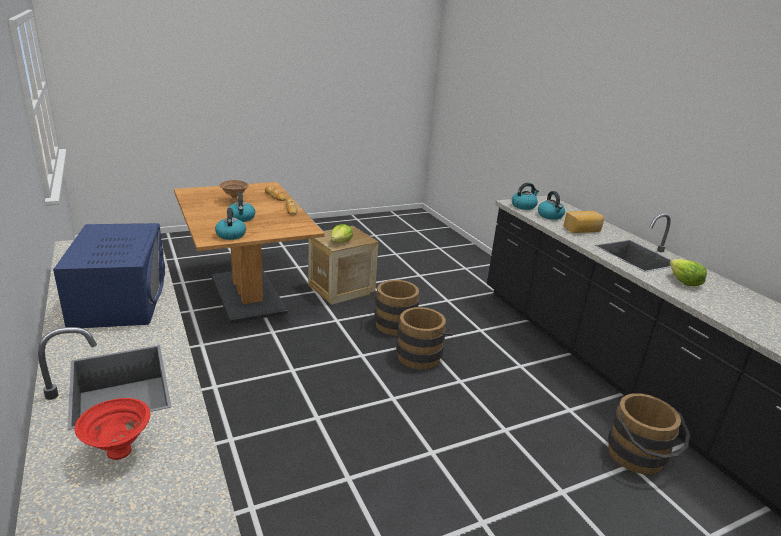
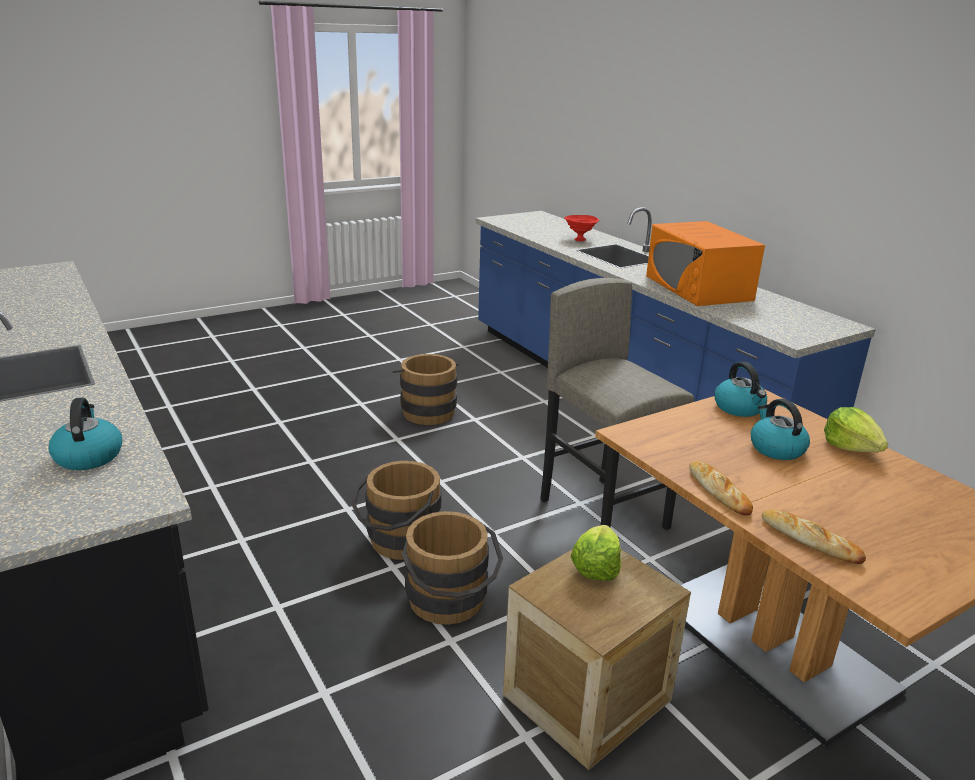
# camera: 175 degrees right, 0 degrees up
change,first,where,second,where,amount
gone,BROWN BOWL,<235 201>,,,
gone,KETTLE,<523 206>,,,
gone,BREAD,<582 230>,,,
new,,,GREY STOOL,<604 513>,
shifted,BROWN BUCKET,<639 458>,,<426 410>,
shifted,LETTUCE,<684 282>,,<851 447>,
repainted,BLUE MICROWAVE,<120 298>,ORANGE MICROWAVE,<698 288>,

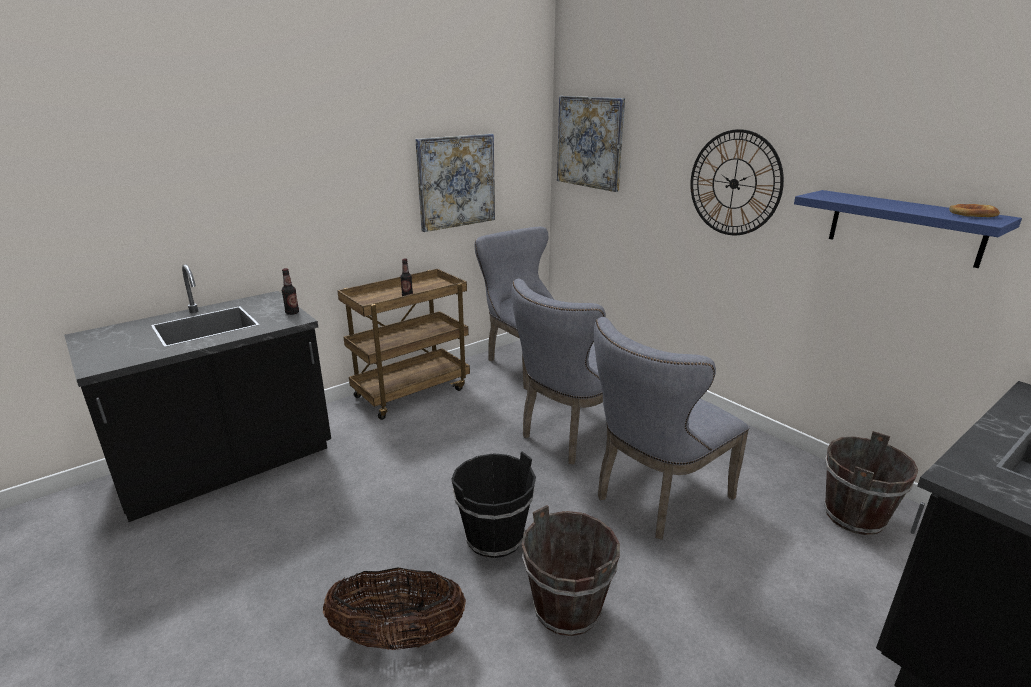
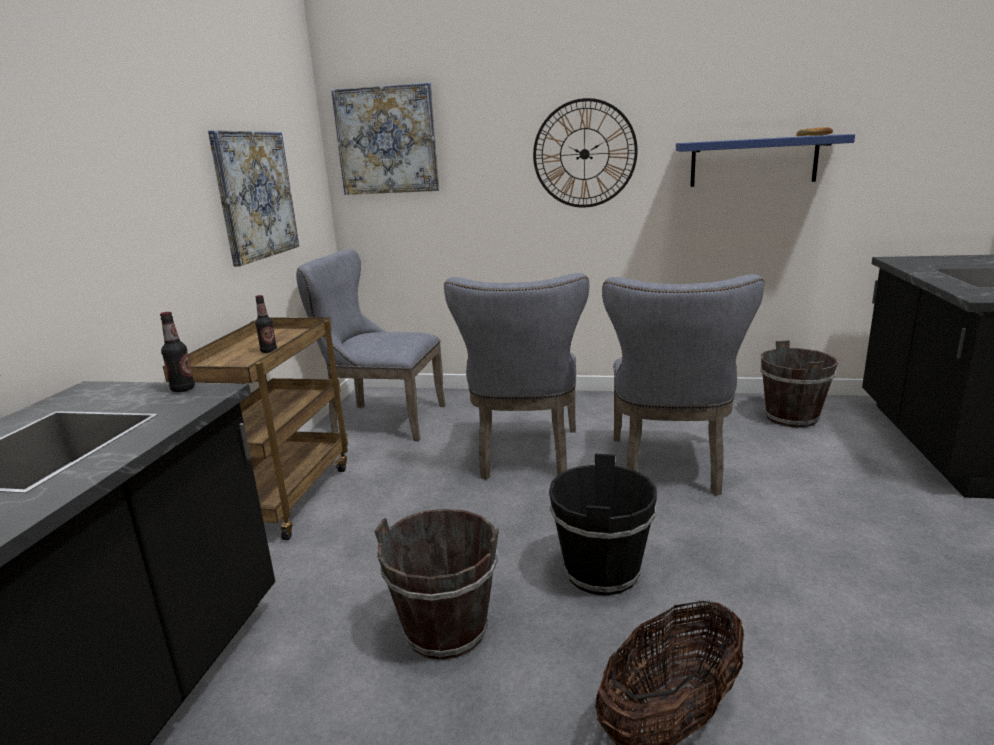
# camera: 40 degrees left, 5 degrees down
change,first,where,second,where,amount
shifted,BROWN BUCKET,<567 608>,,<446 629>,

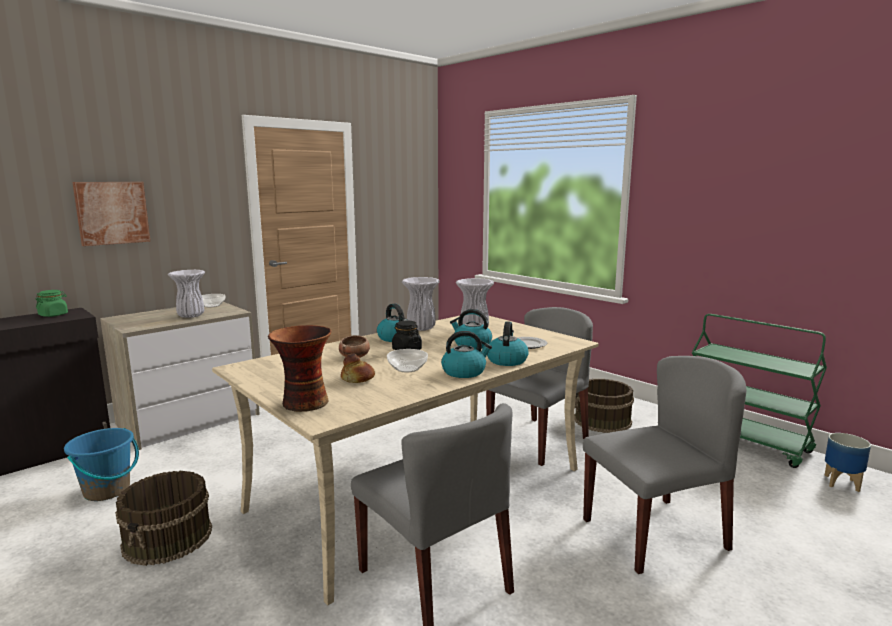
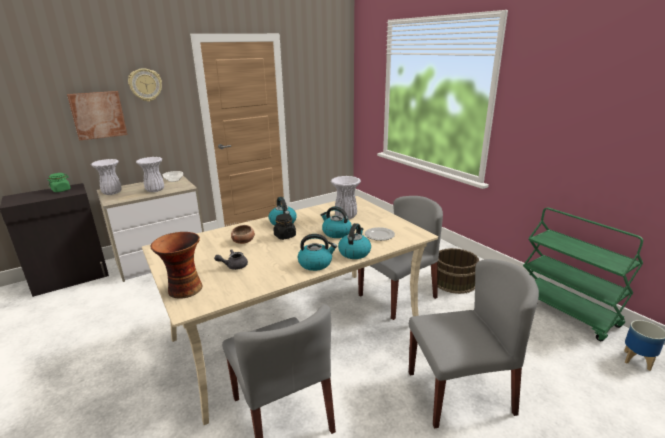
# camera: 10 degrees right, 10 degrees up
change,first,where,second,where,amount
gone,BLUE BUCKET,<107 490>,,,
gone,BROWN BUCKET,<168 538>,,,
gone,BOWL,<408 369>,,,
new,,,WALL CLOCK,<145 85>,
shifted,WHITE VASE,<421 328>,,<112 193>,
swapped,BREAD,<357 379>,GREY TEAPOT,<233 266>,

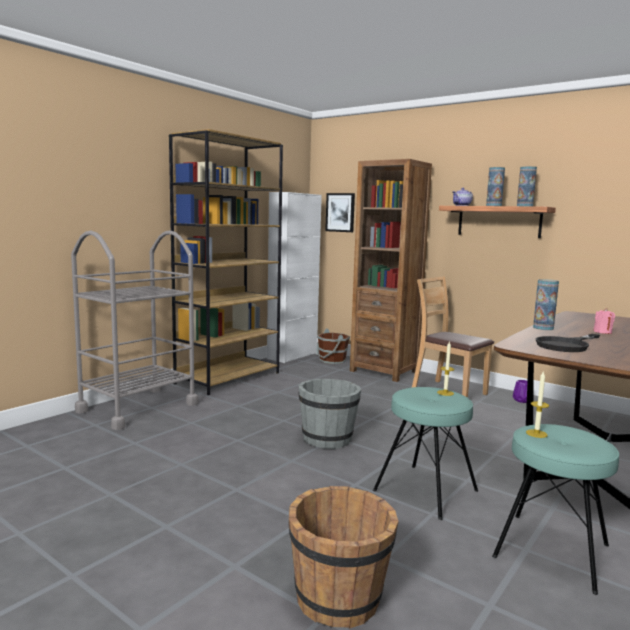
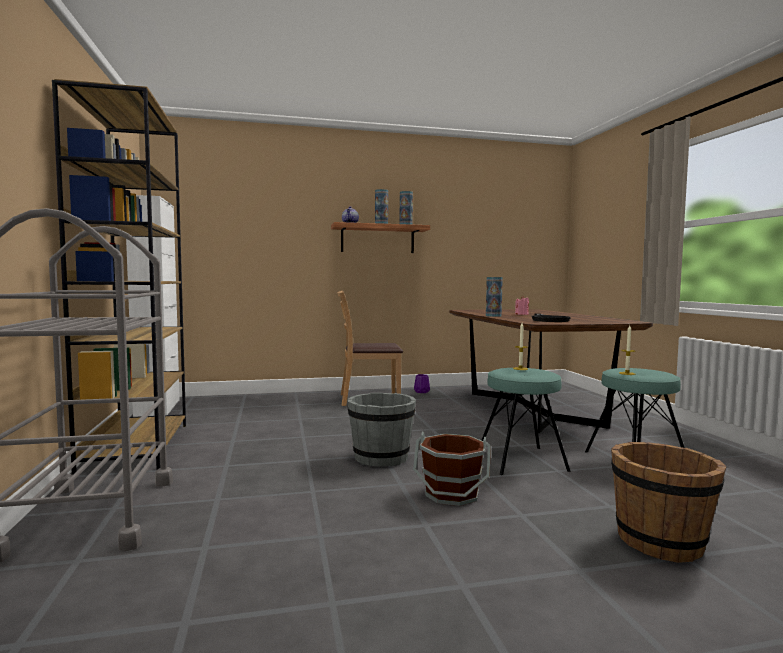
# camera: 50 degrees left, 5 degrees down
change,first,where,second,where,amount
gone,PICTURE,<340 212>,,,
gone,BROWN BOOKCASE,<384 371>,,,
shifted,BROWN BUCKET,<332 360>,,<452 494>,

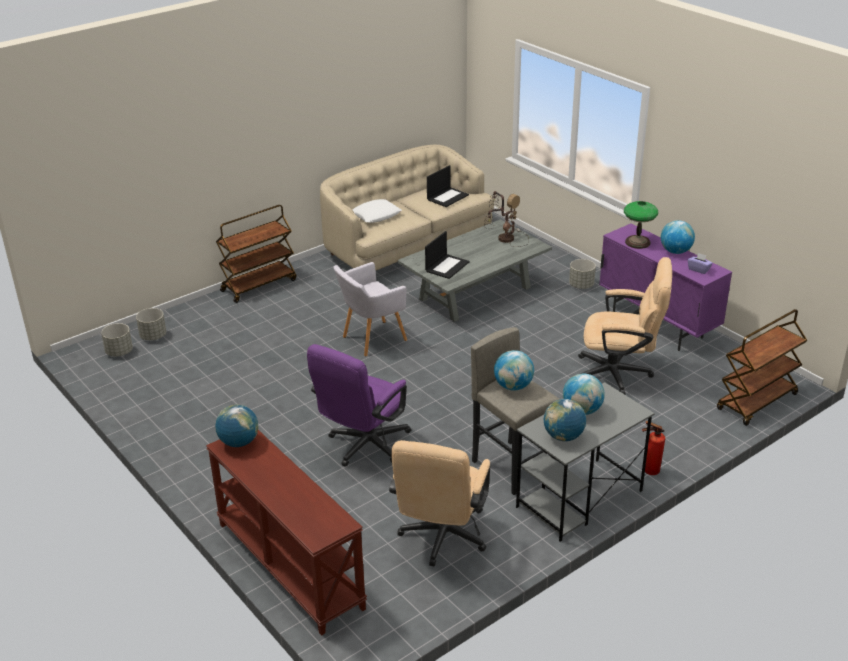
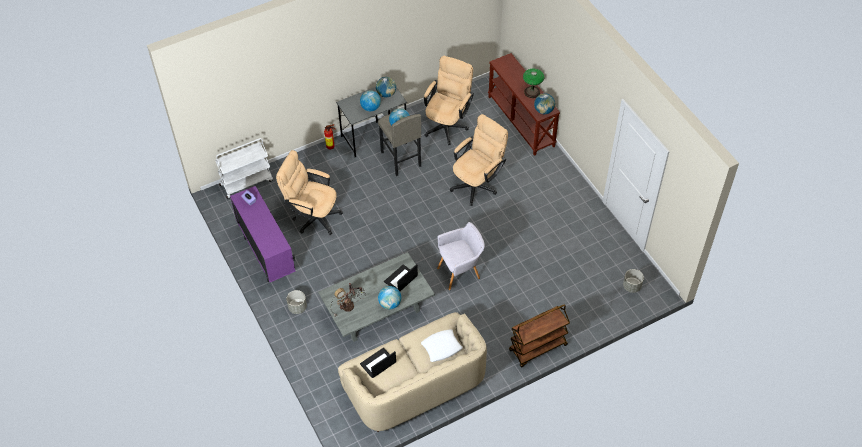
# camera: 170 degrees left, 20 degrees up
change,first,where,second,where,amount
gone,GREY PLANTER,<153 336>,,,
shifted,TABLE LAMP,<637 242>,,<532 92>,
shifted,GLOBE,<675 251>,,<390 304>,
repainted,PURPLE OFFICE CHAIR,<364 447>,BEIGE OFFICE CHAIR,<477 183>,
repainted,BROWN CART,<757 402>,WHITE CART,<246 182>,

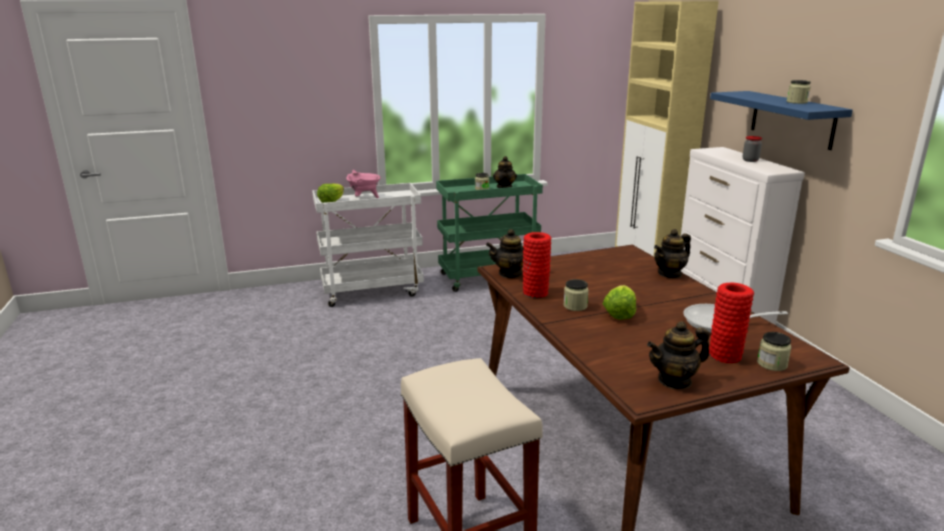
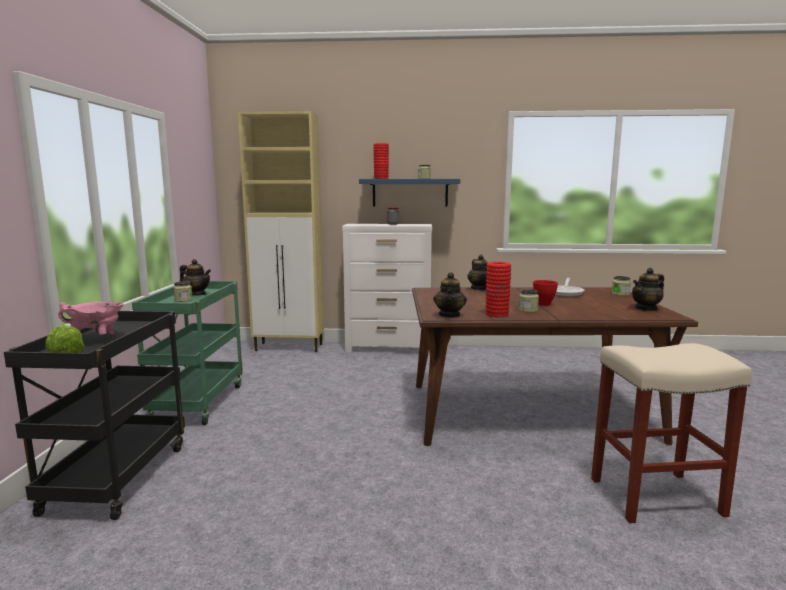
# camera: 70 degrees left, 10 degrees down
change,first,where,second,where,amount
shifted,RED VASE,<725 355>,,<381 178>,
swapped,LETTUCE,<619 313>,RED BOWL,<544 304>,
repainted,WHITE CART,<372 290>,BLACK CART,<117 476>,
rotated,TEAPOT,<675 380>,,<646 309>,60 degrees clockwise

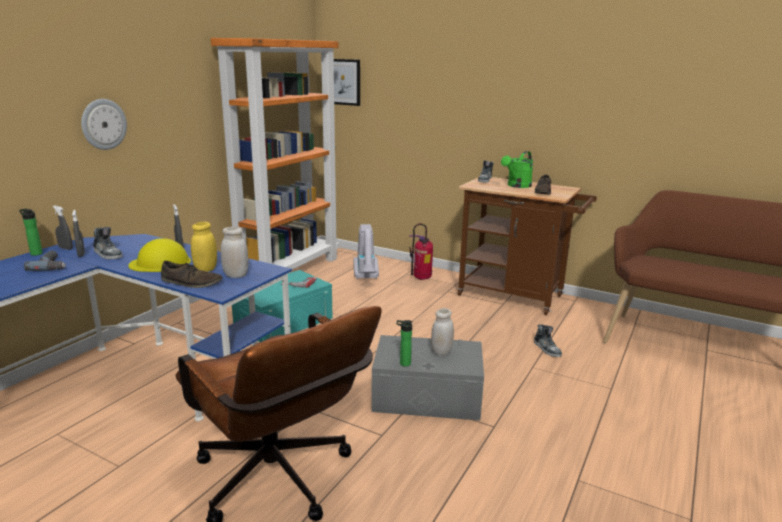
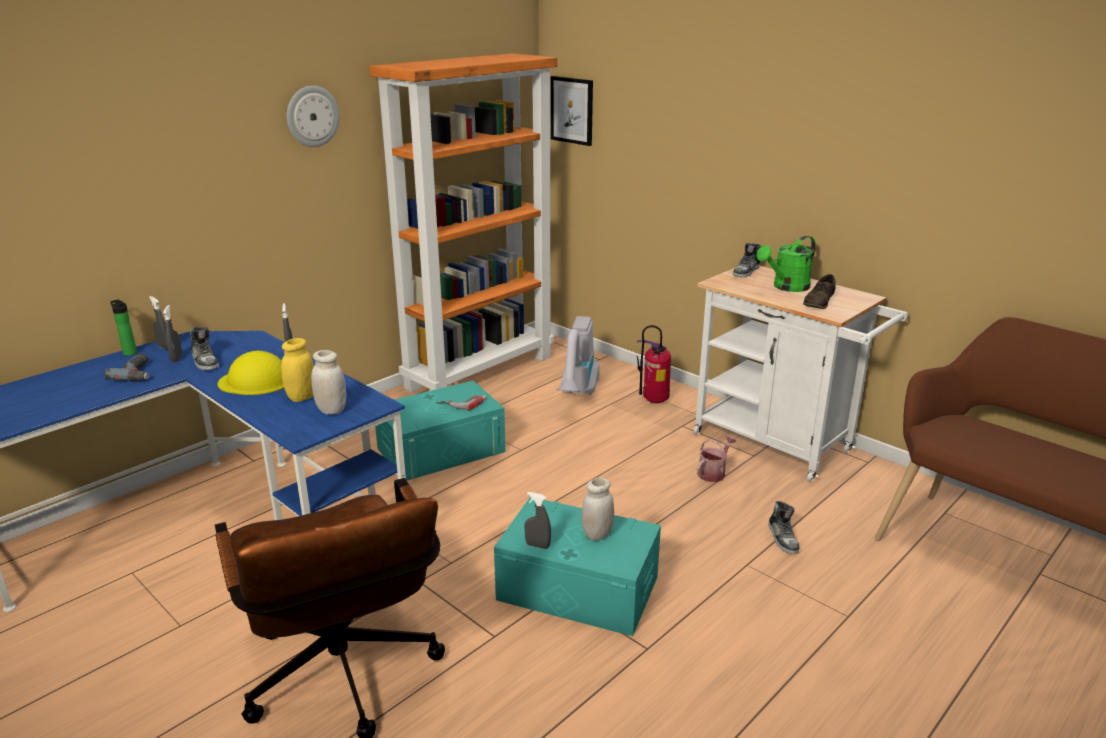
# camera: 15 degrees right, 5 degrees up
change,first,where,second,where,amount
gone,BROWN SHOE,<191 282>,,,
new,,,WATERING CAN,<713 473>,
shifted,WALL CLOCK,<103 124>,,<312 116>,
swapped,BOTTLE,<403 363>,GREY SPRAY BOTTLE,<537 546>,
repainted,GREY STORAGE BOX,<427 396>,TURQUOISE STORAGE BOX,<577 588>,
repainted,BROWN CART,<517 296>,WHITE CART,<780 445>,

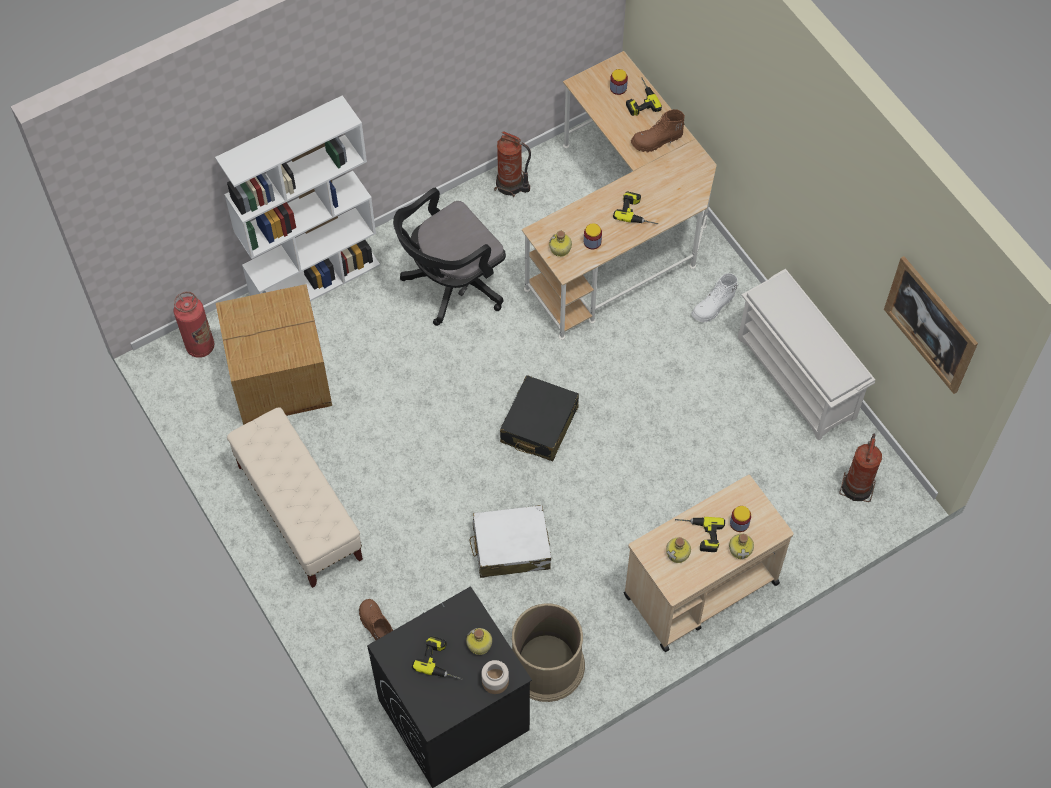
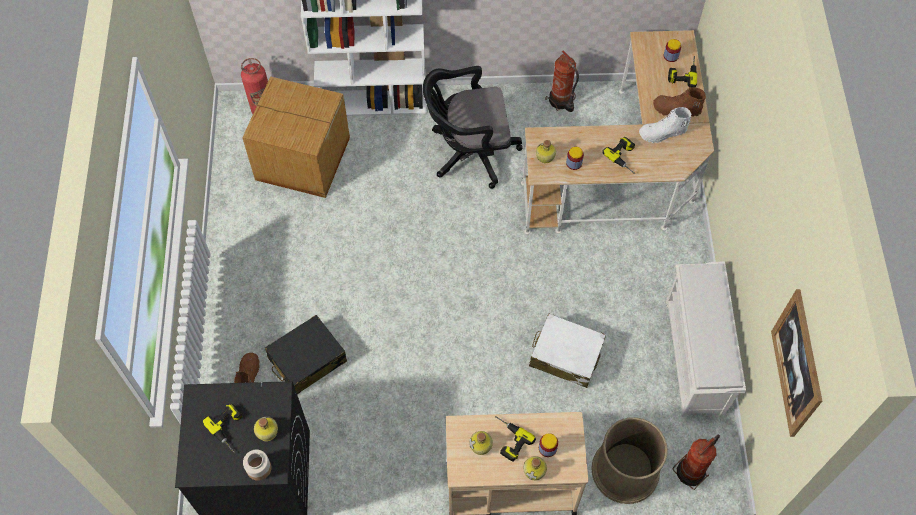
# camera: 30 degrees right, 0 degrees up
change,first,where,second,where,amount
gone,BEIGE BENCH,<299 512>,,,
shifted,WHITE SUITCASE,<511 547>,,<565 355>,
shifted,BLACK SUITCASE,<539 425>,,<307 360>,
shifted,BROWN TRASH CAN,<546 665>,,<625 470>,
shifted,WHITE BOOT,<713 307>,,<662 133>,

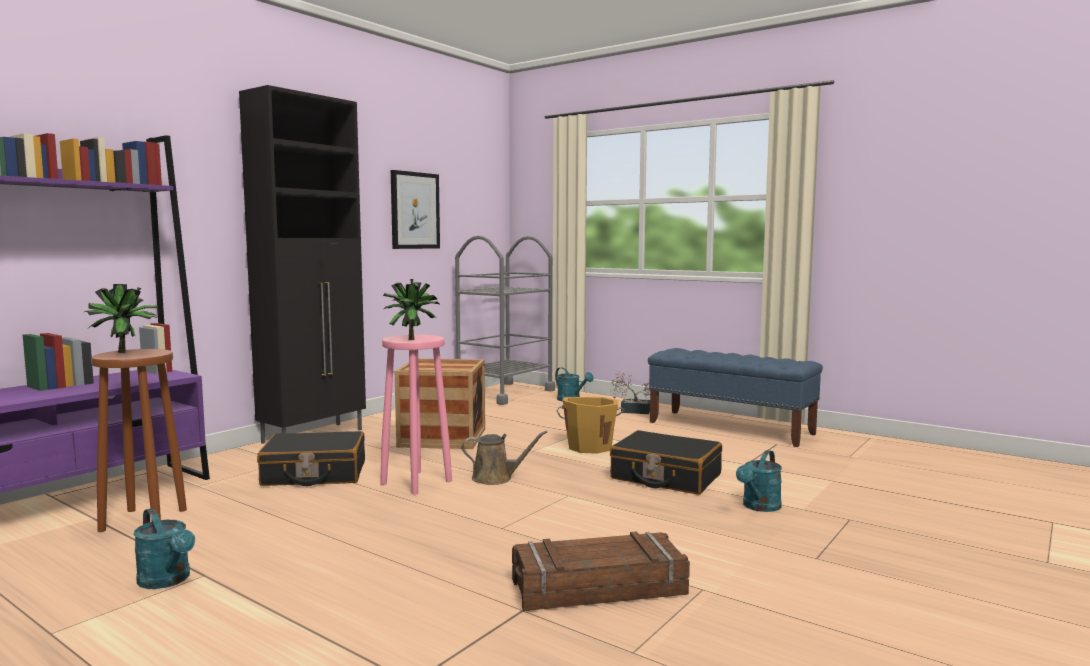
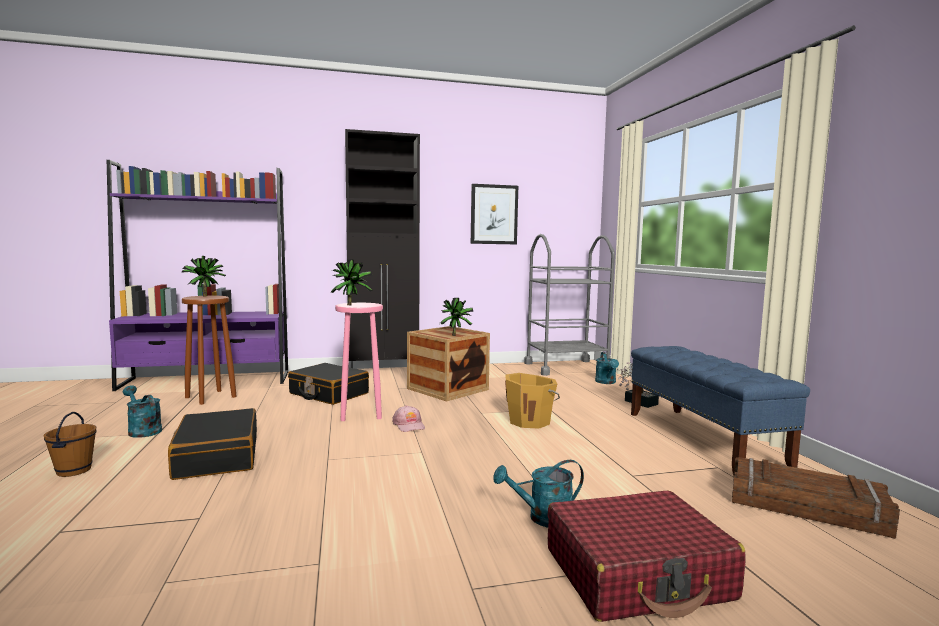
# camera: 40 degrees right, 0 degrees up
change,first,where,second,where,amount
new,,,BROWN BUCKET,<73 471>,
new,,,POTTED PLANT,<456 335>,
new,,,RED SUITCASE,<638 574>,
shifted,CRATE,<598 587>,,<805 507>,
shifted,BLACK SUITCASE,<665 477>,,<216 457>,
swapped,BROWN WATERING CAN,<496 478>,PINK CAP,<409 425>,
rotated,TURQUOISE WATERING CAN,<168 581>,,<142 430>,135 degrees clockwise

